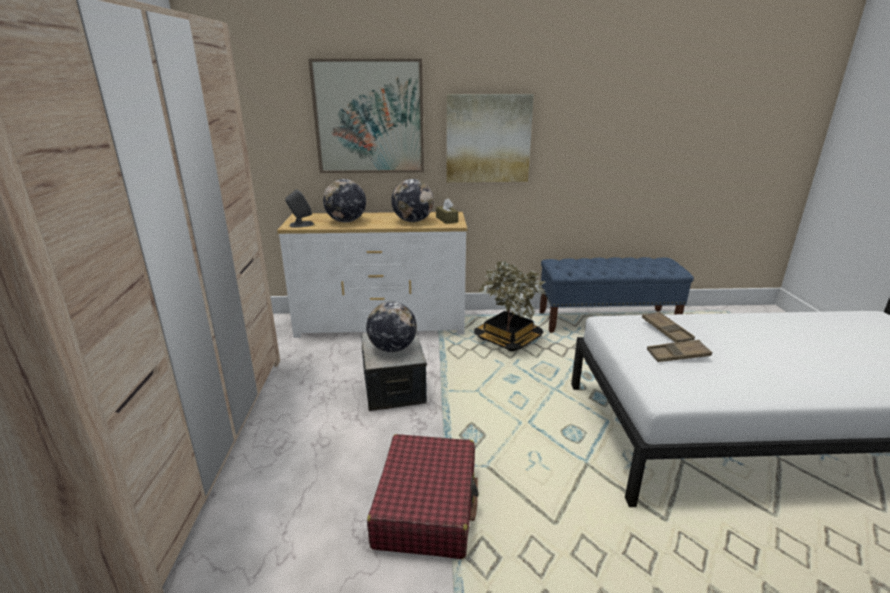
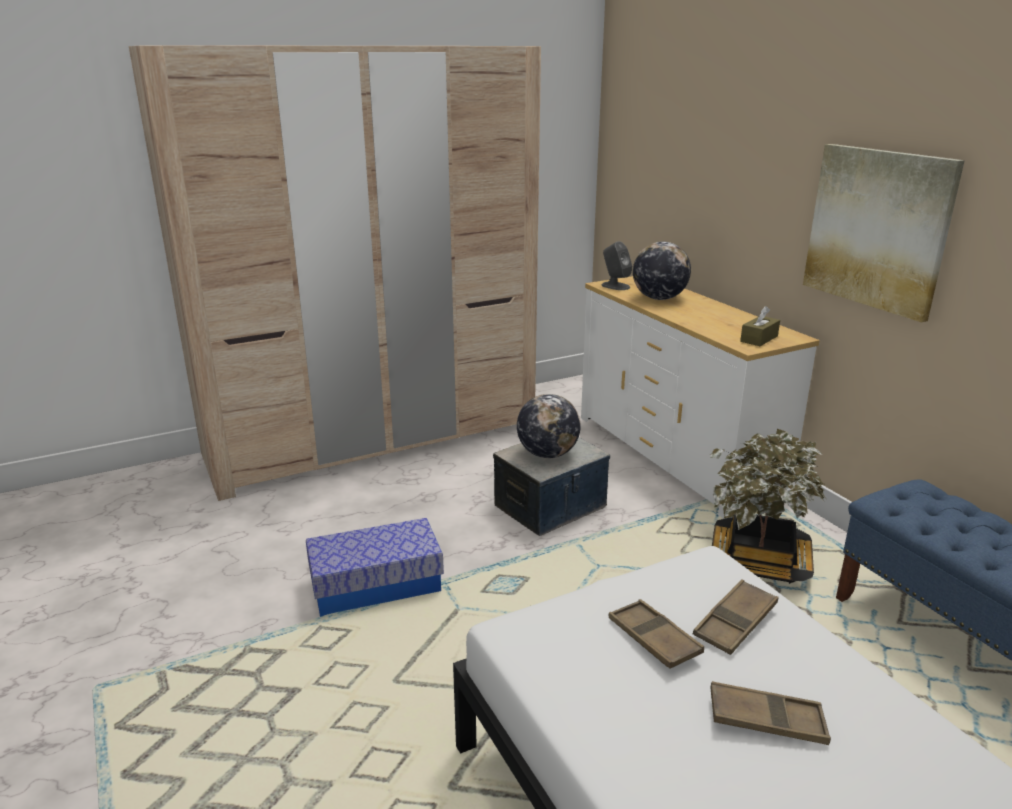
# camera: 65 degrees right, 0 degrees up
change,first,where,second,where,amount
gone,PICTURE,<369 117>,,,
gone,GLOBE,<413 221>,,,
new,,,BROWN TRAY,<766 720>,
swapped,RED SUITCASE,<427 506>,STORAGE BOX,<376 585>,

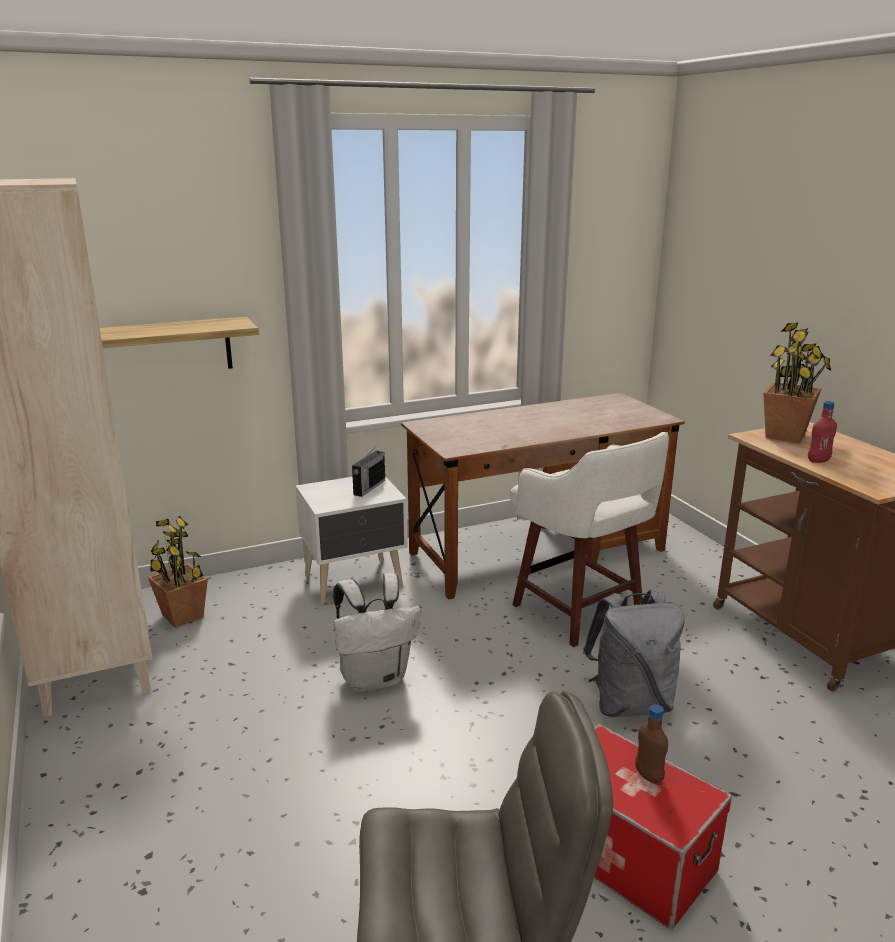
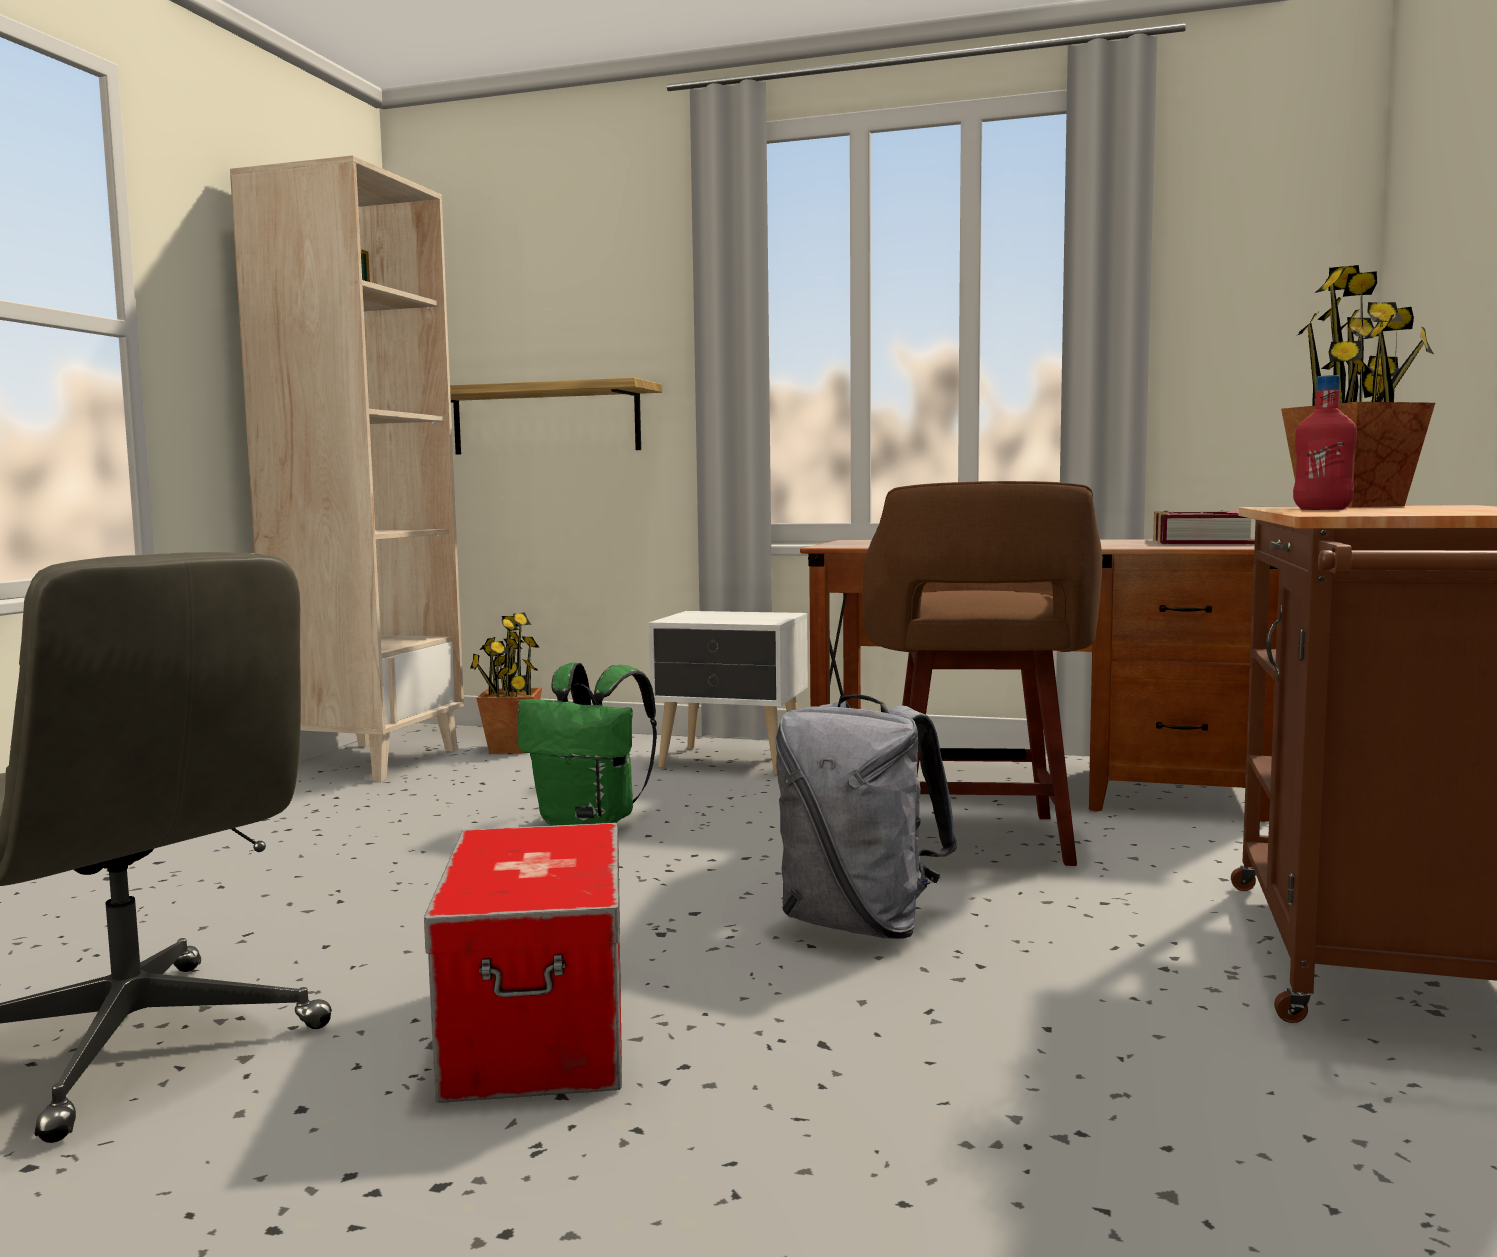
# camera: 40 degrees right, 15 degrees down
change,first,where,second,where,amount
gone,RADIO,<369 488>,,,
gone,BROWN BOTTLE,<648 776>,,,
new,,,BOOK,<1201 542>,
repainted,WHITE BACKPACK,<375 678>,GREEN BACKPACK,<591 823>,
repainted,WHITE STOOL,<580 613>,BROWN STOOL,<976 841>,

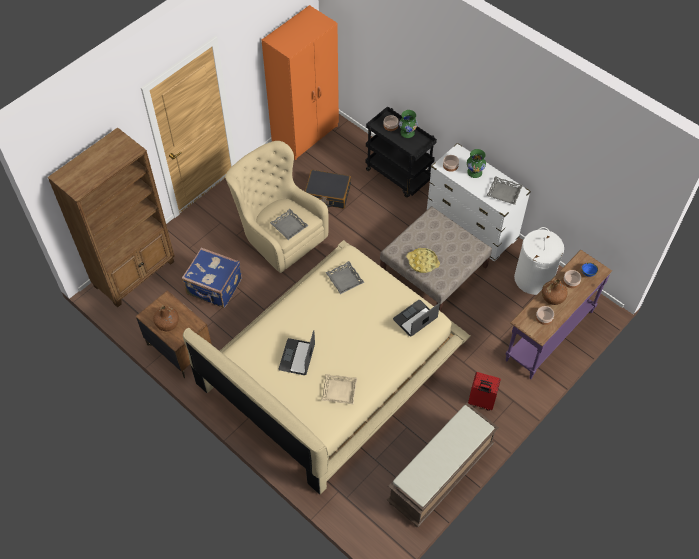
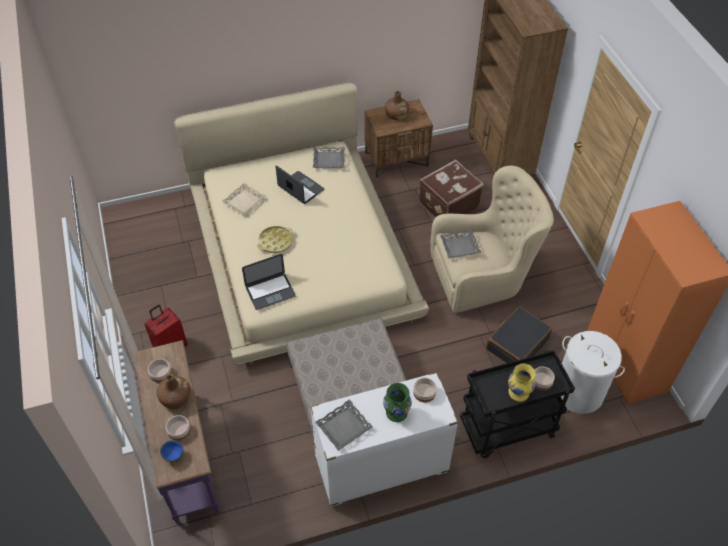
# camera: 120 degrees right, 5 degrees down
change,first,where,second,where,amount
gone,BROWN BENCH,<440 475>,,,
shifted,GREY TRAY,<344 279>,,<329 160>,
shifted,YELLOW TRAY,<422 262>,,<275 242>,
shifted,WHITE LAUNDRY BASKET,<533 279>,,<578 392>,
repainted,BLUE SUITCASE,<214 287>,BROWN SUITCASE,<447 204>,
repainted,GREEN VASE,<407 133>,YELLOW VASE,<519 393>,
rotated,LAPTOP,<415 318>,,<270 291>,75 degrees clockwise

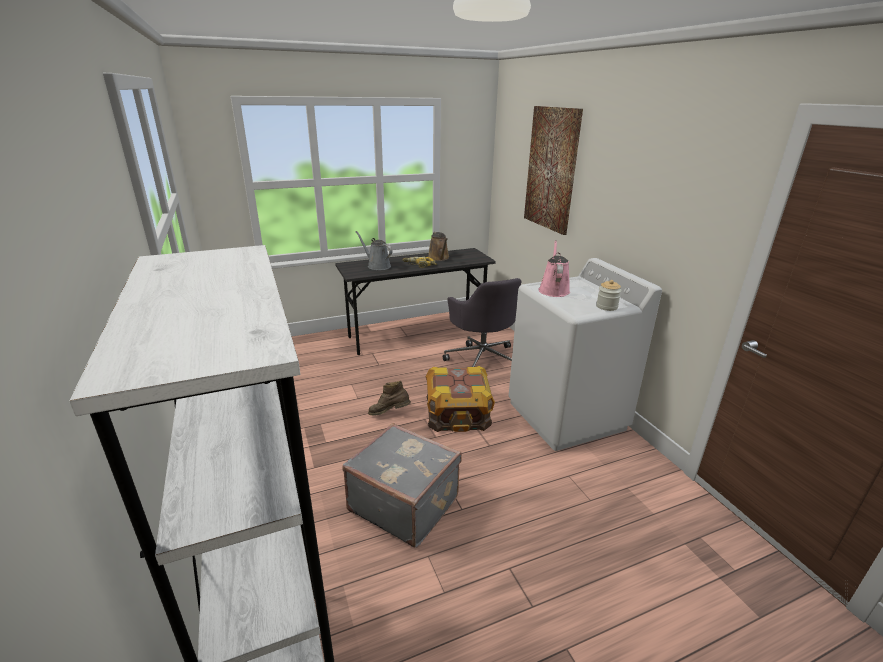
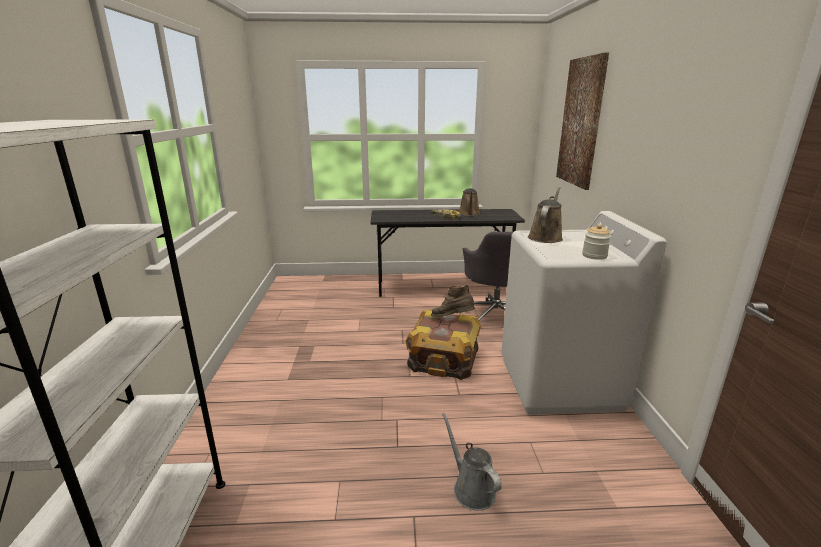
# camera: 20 degrees right, 5 degrees down
change,first,where,second,where,amount
gone,GREY SUITCASE,<404 503>,,,
shifted,GREY WATERING CAN,<377 266>,,<471 488>,
shifted,BROWN BOOT,<389 413>,,<452 319>,
repainted,PINK WATERING CAN,<553 290>,BROWN WATERING CAN,<545 237>,

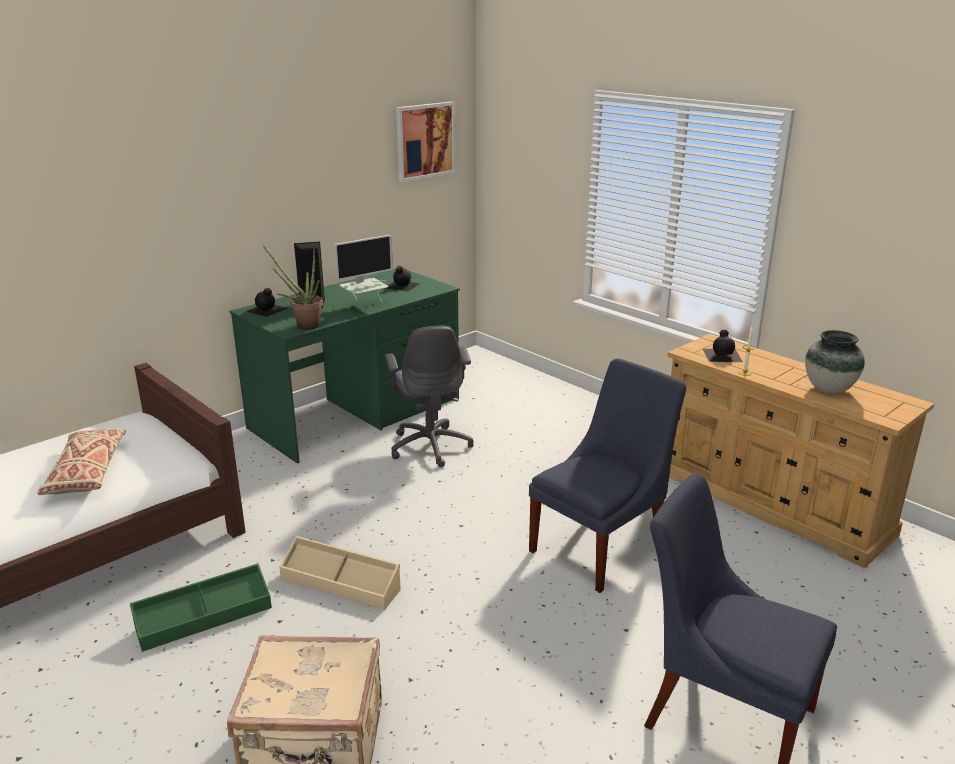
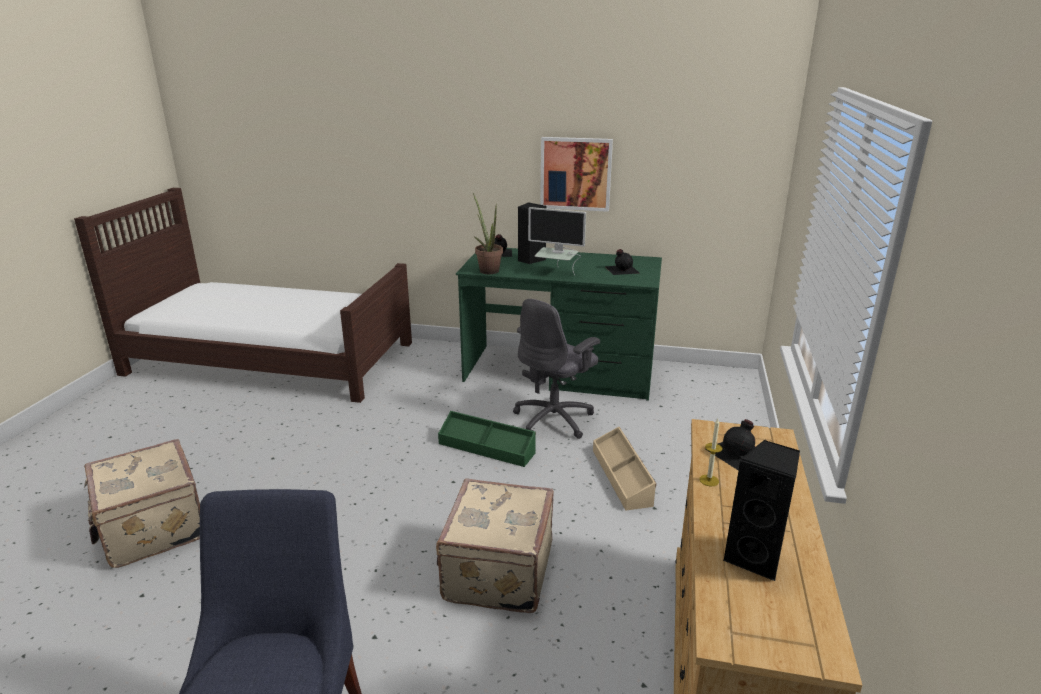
# camera: 55 degrees right, 0 degrees up
change,first,where,second,where,amount
gone,BEIGE PILLOW,<87 473>,,,
shifted,GREEN STORAGE BOX,<204 617>,,<487 447>,
shifted,BEIGE STORAGE BOX,<341 583>,,<622 477>,
shifted,PICTURE,<425 141>,,<575 174>,
swapped,BLUE CHAIR,<601 546>,BEIGE SUITCASE,<496 572>,
swapped,VASE,<829 389>,BLACK SPEAKER,<756 558>,

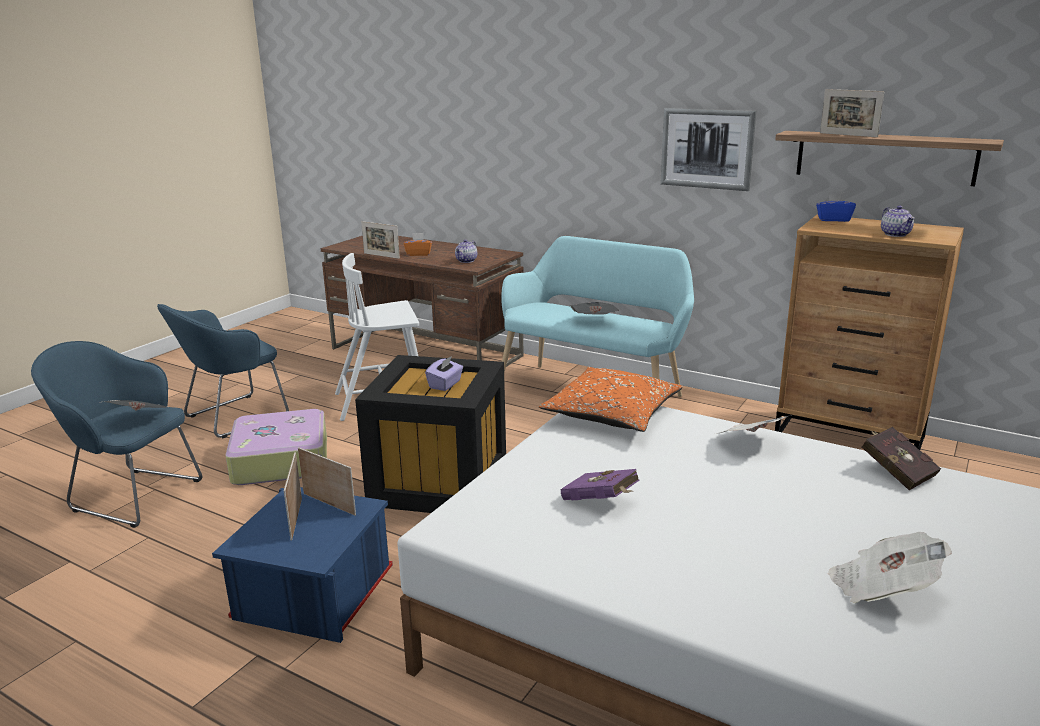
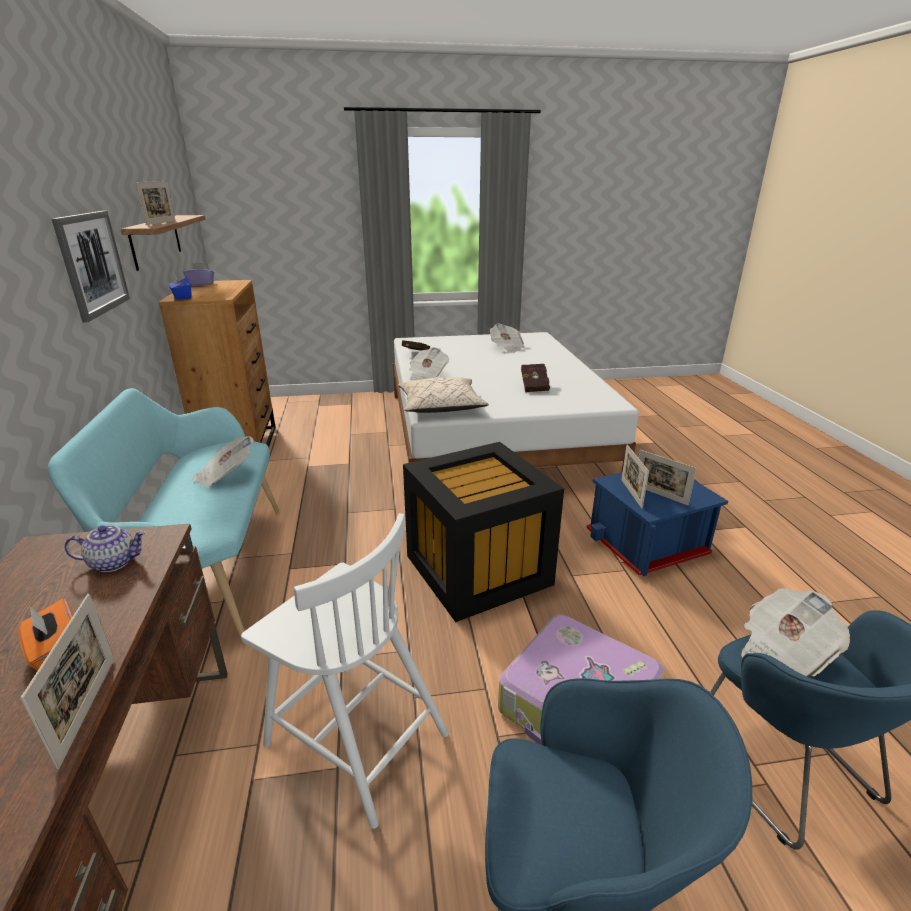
# camera: 130 degrees left, 5 degrees up
change,first,where,second,where,amount
gone,TEAPOT,<896 234>,,,
shifted,PURPLE TISSUE BOX,<445 384>,,<201 284>,
repainted,ORANGE PILLOW,<612 414>,BEIGE PILLOW,<440 406>,
repainted,PURPLE BOOK,<601 503>,RED BOOK,<534 386>,
rotated,PICTURE FRAME,<296 518>,,<660 495>,90 degrees clockwise

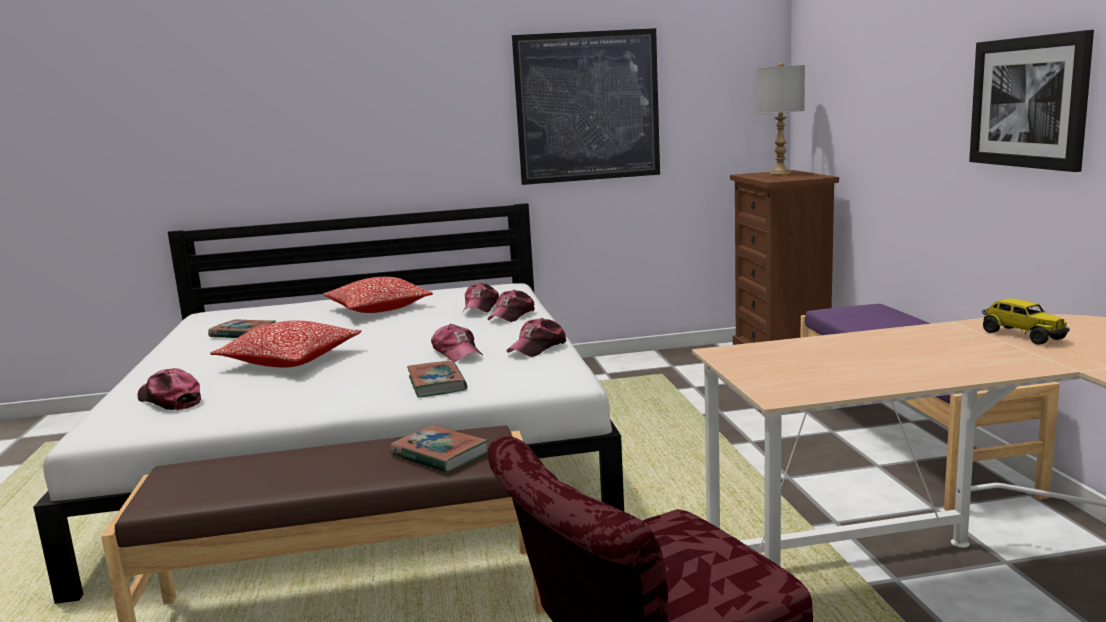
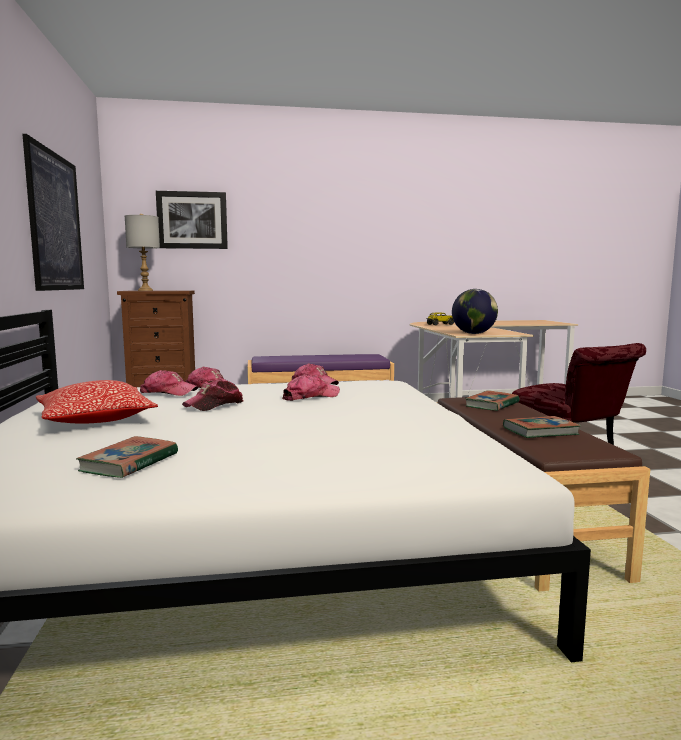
# camera: 90 degrees left, 5 degrees down
change,first,where,second,where,amount
gone,PILLOW,<290 360>,,,
new,,,GLOBE,<474 333>,
shifted,CAP,<169 400>,,<214 405>,
shifted,BOOK,<437 384>,,<540 431>,
shifted,PICTURE,<1029 102>,,<192 220>,

